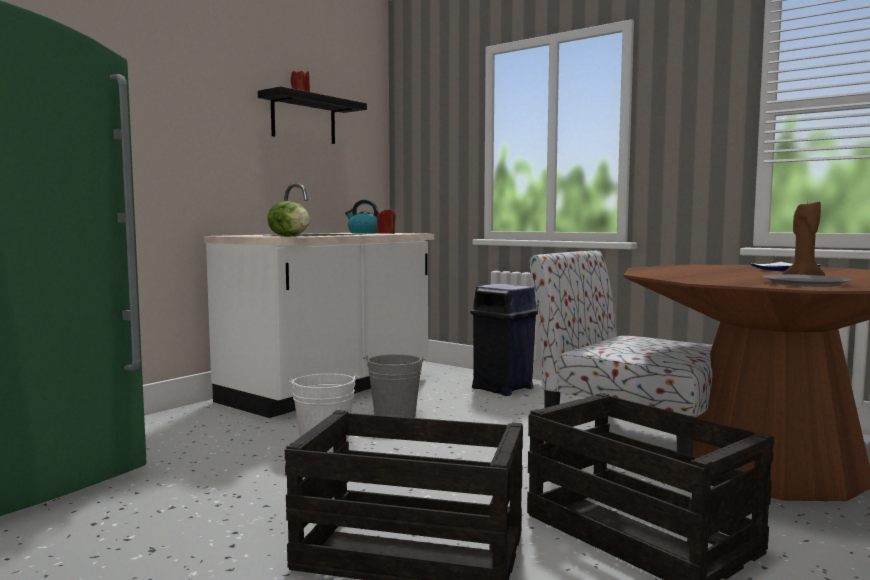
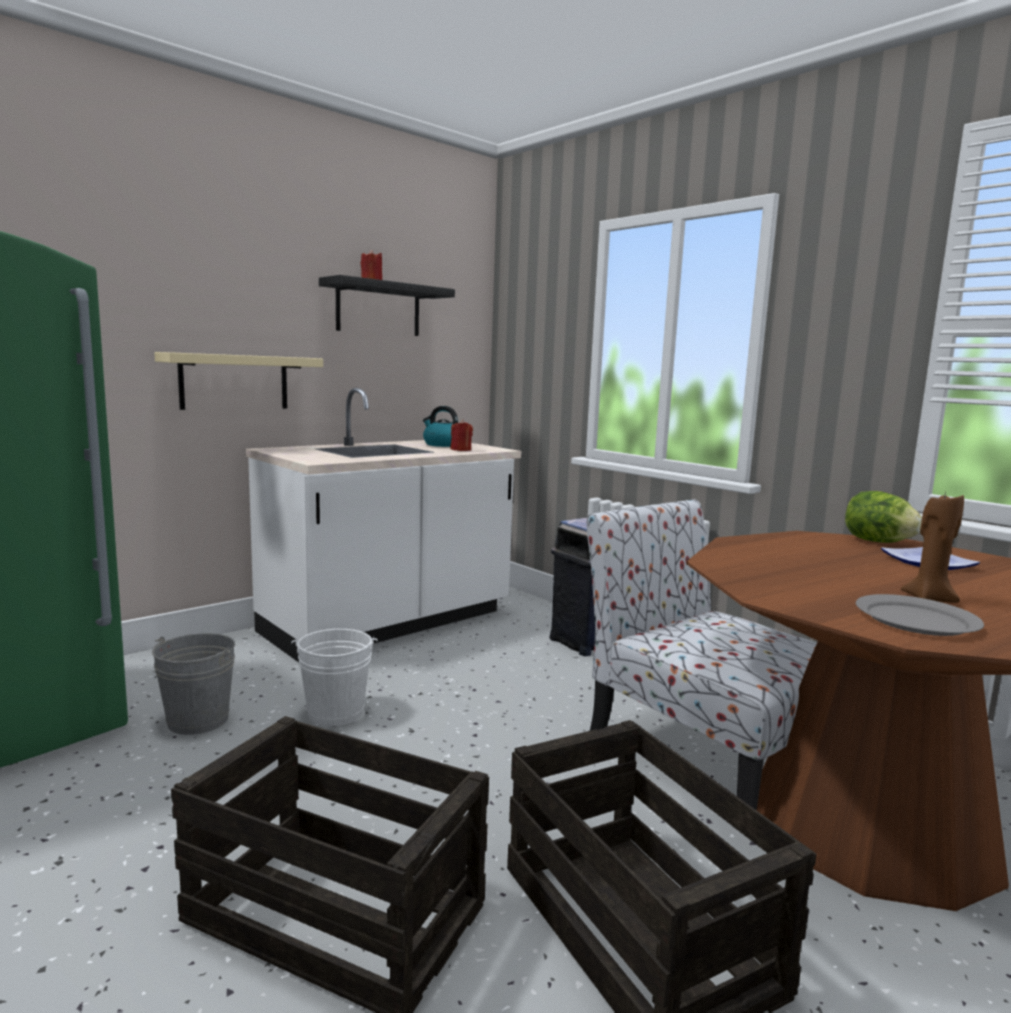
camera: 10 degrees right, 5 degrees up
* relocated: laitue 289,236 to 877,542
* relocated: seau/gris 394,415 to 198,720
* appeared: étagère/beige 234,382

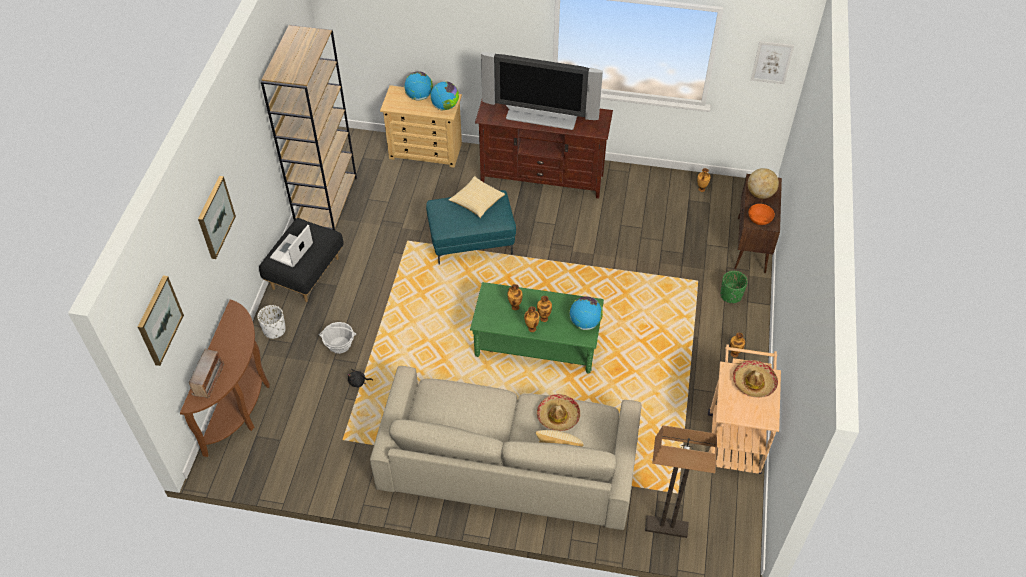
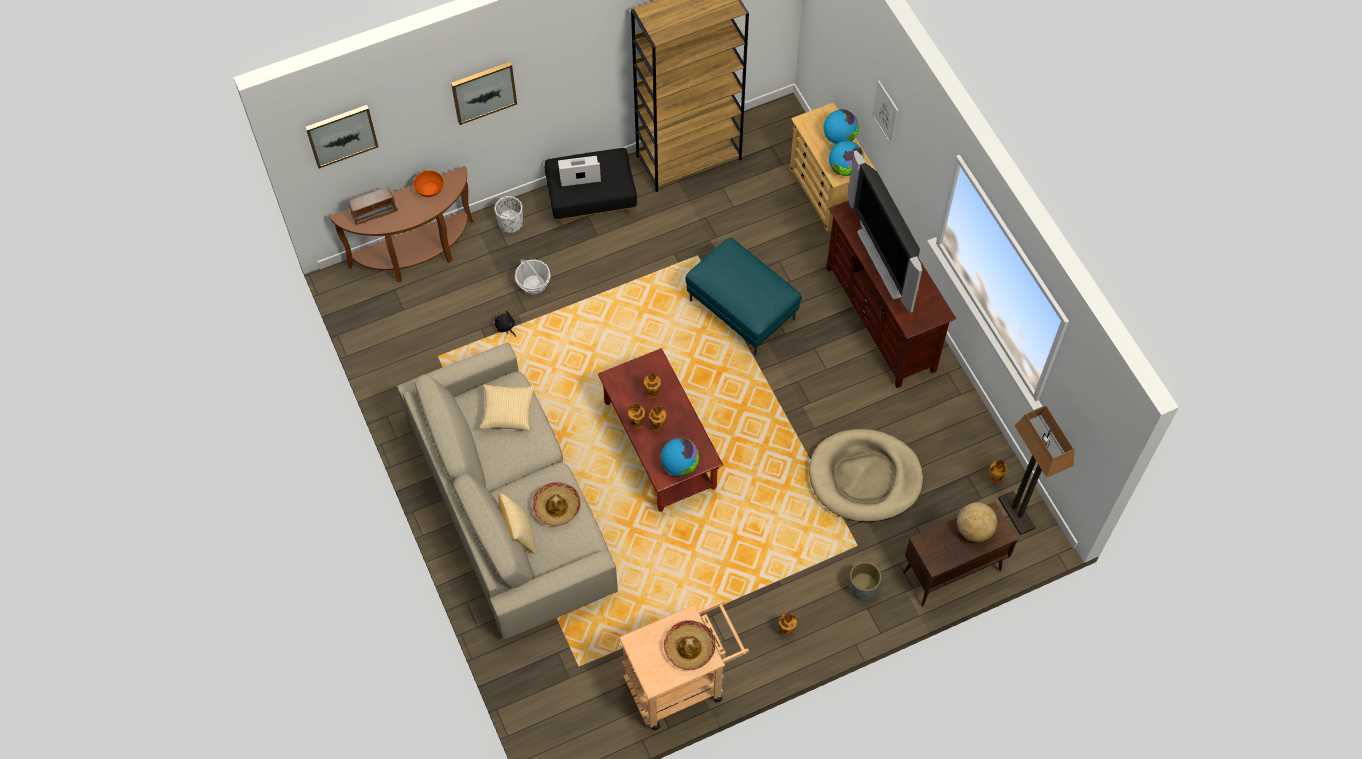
camera: 55 degrees right, 10 degrees up
* relocated: coussin 477,202 to 508,412
* colour: table basse/vert 536,344 to table basse/marron 659,444
* relocated: lampadaire 666,527 to 1015,513
* colour: cache-pot/vert 730,295 to cache-pot/gris 862,588
* relocated: bol/orange 759,220 to 429,189
* relocated: tableau 772,62 to 885,113
* appeared: panier pour chien/beige 865,478

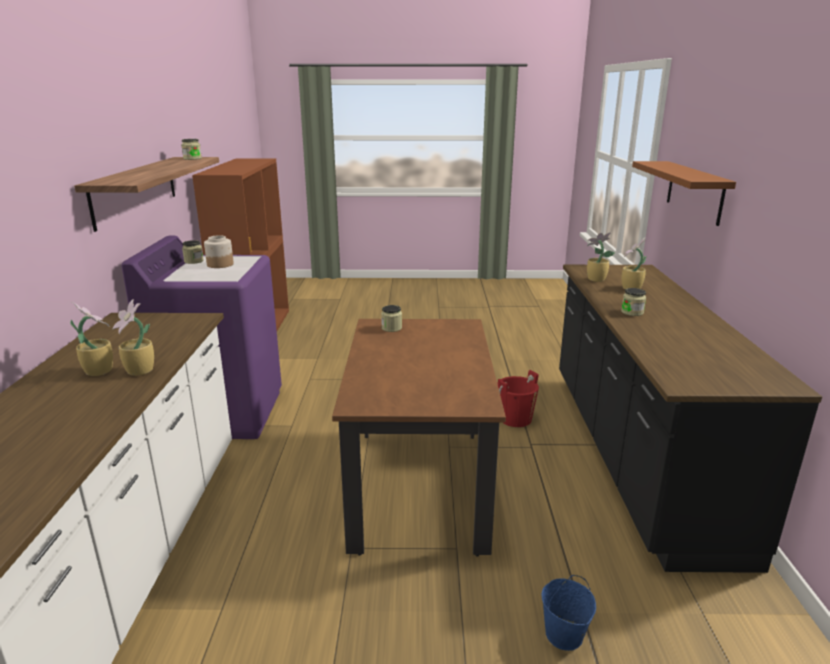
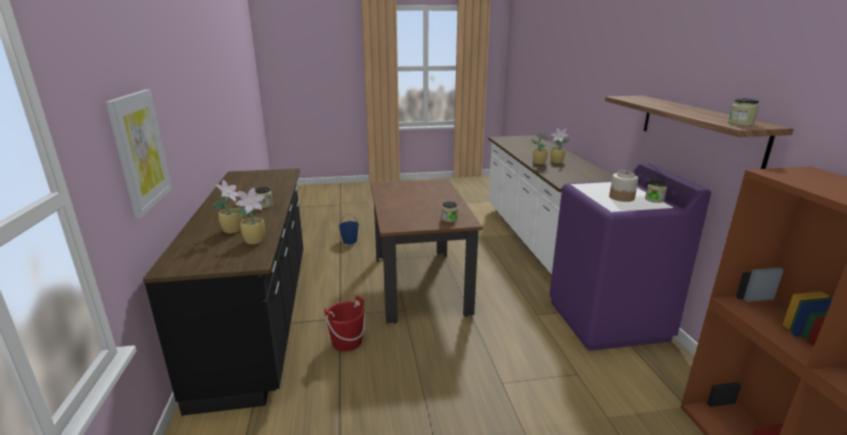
camera: 170 degrees right, 0 degrees up
* exchanged: étagère/marron 694,191 to tableau 140,151

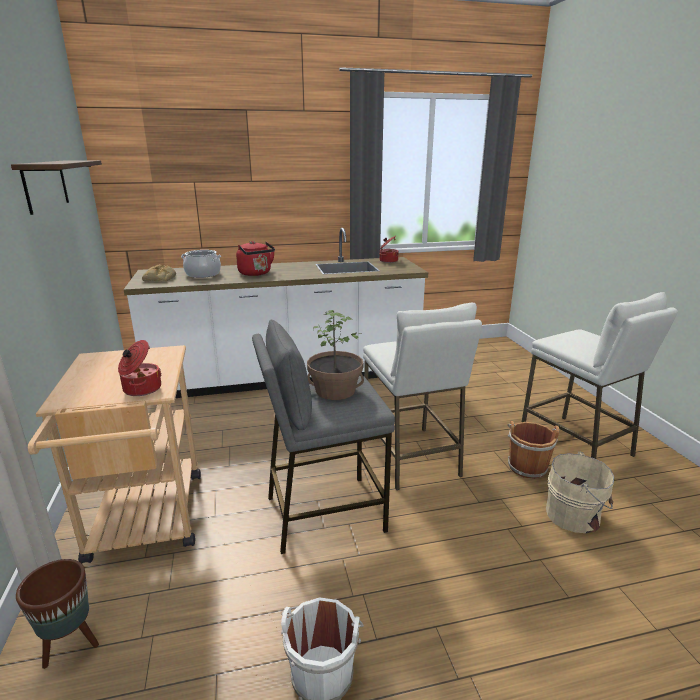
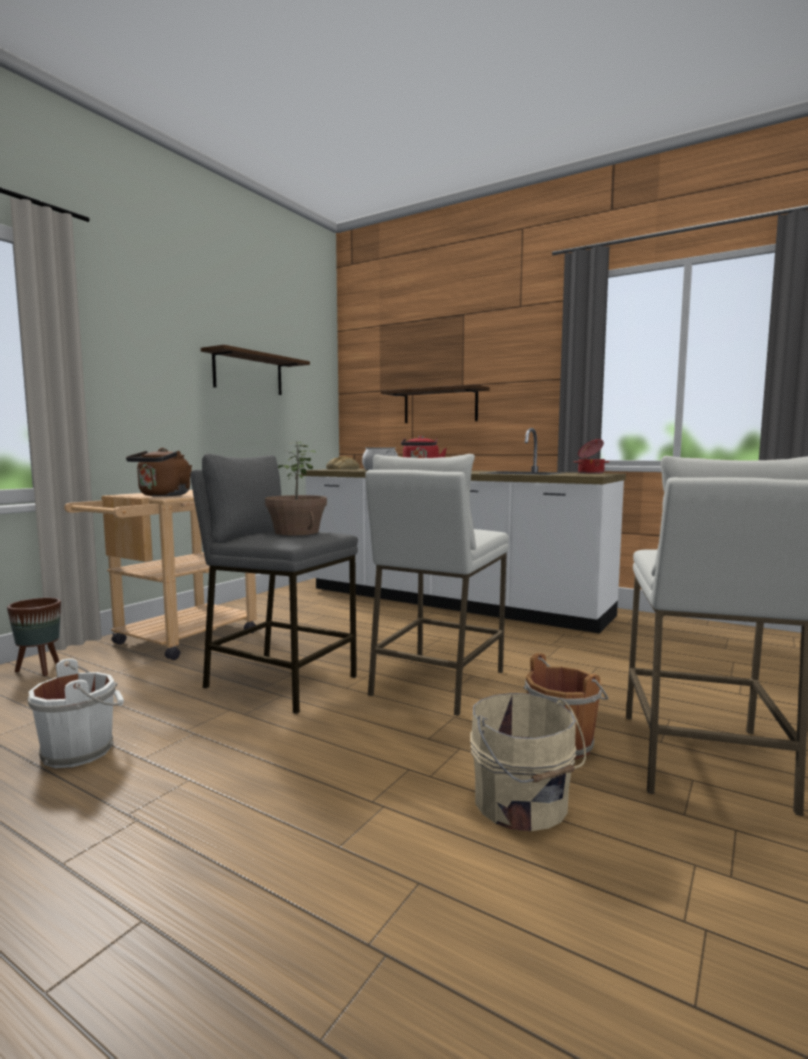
camera: 45 degrees right, 15 degrees down
* exchanged: marmite 141,389 to bouilloire/marron 163,495
* appeared: étagère 440,406

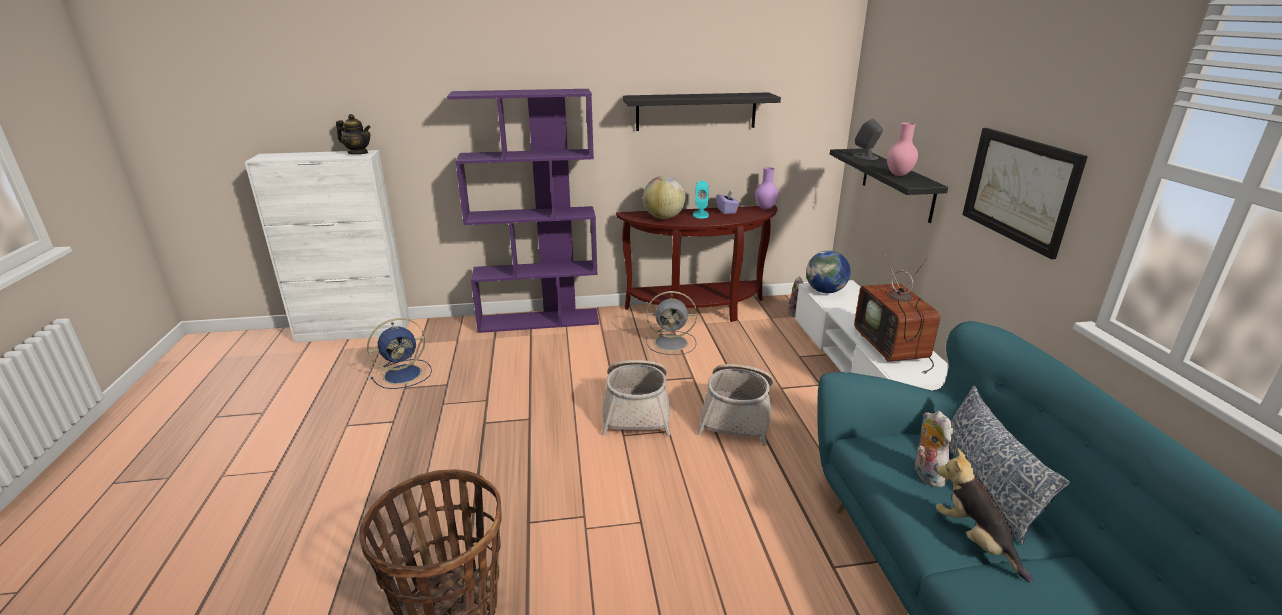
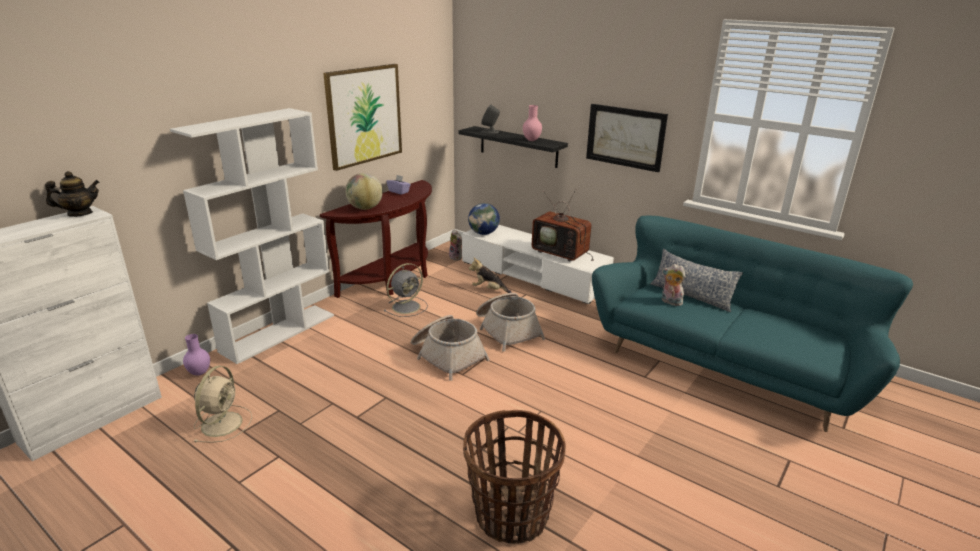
camera: 45 degrees left, 0 degrees up
* colour: ventilateur/bleu 404,374 to ventilateur/beige 223,423
* colour: bibliothèque/violet 539,320 to bibliothèque/blanc 279,332
* exchanged: étagère/noir 696,111 to tableau 364,115
* missing: enceinte/turquoise 700,214
* relocated: vase/violet 765,208 to 199,373
* relocated: peluche 975,540 to 489,289

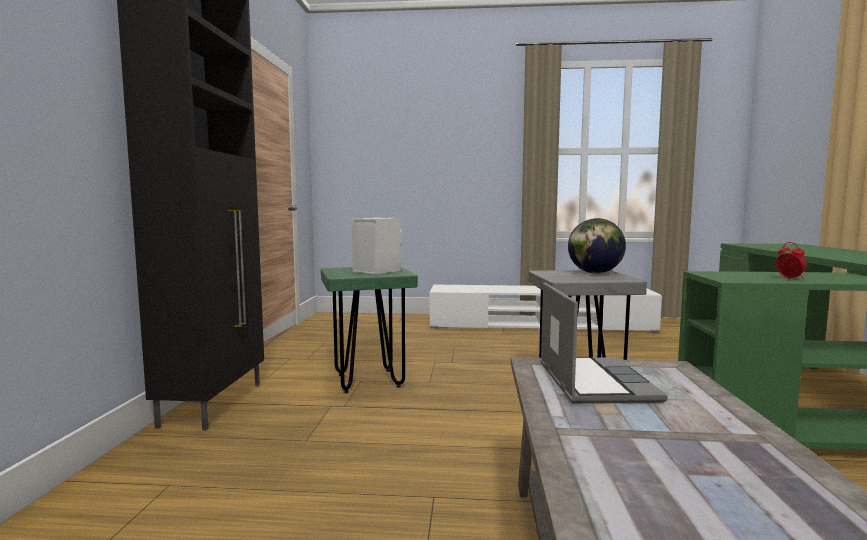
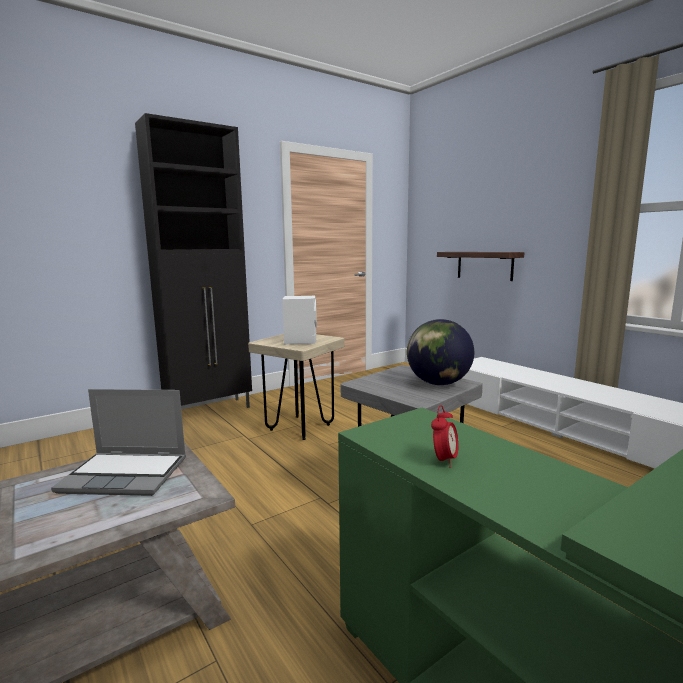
camera: 50 degrees right, 5 degrees up
* colour: tabouret/vert 368,381 to tabouret/beige 299,427
* spun: ordinateur portable 593,382 = 127,474 45 degrees clockwise
* appeared: étagère 484,265

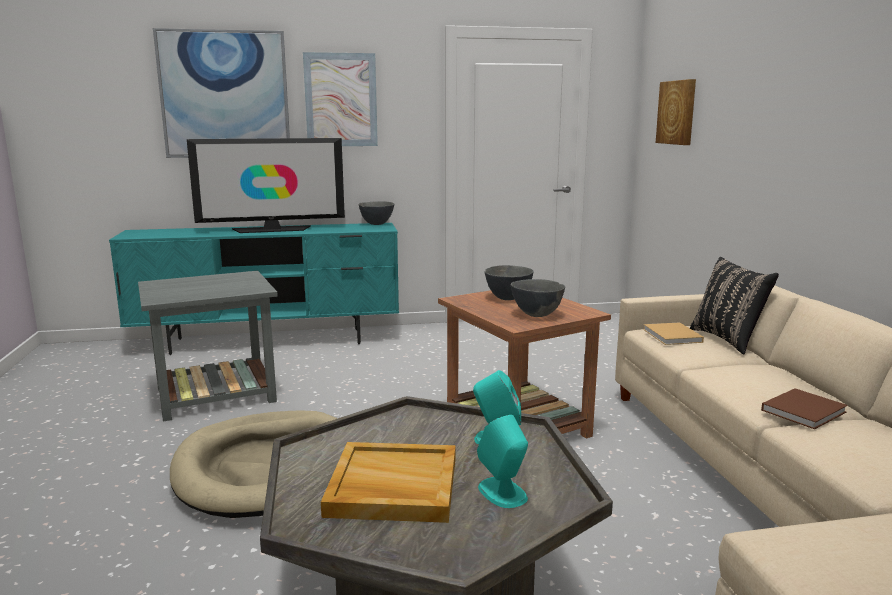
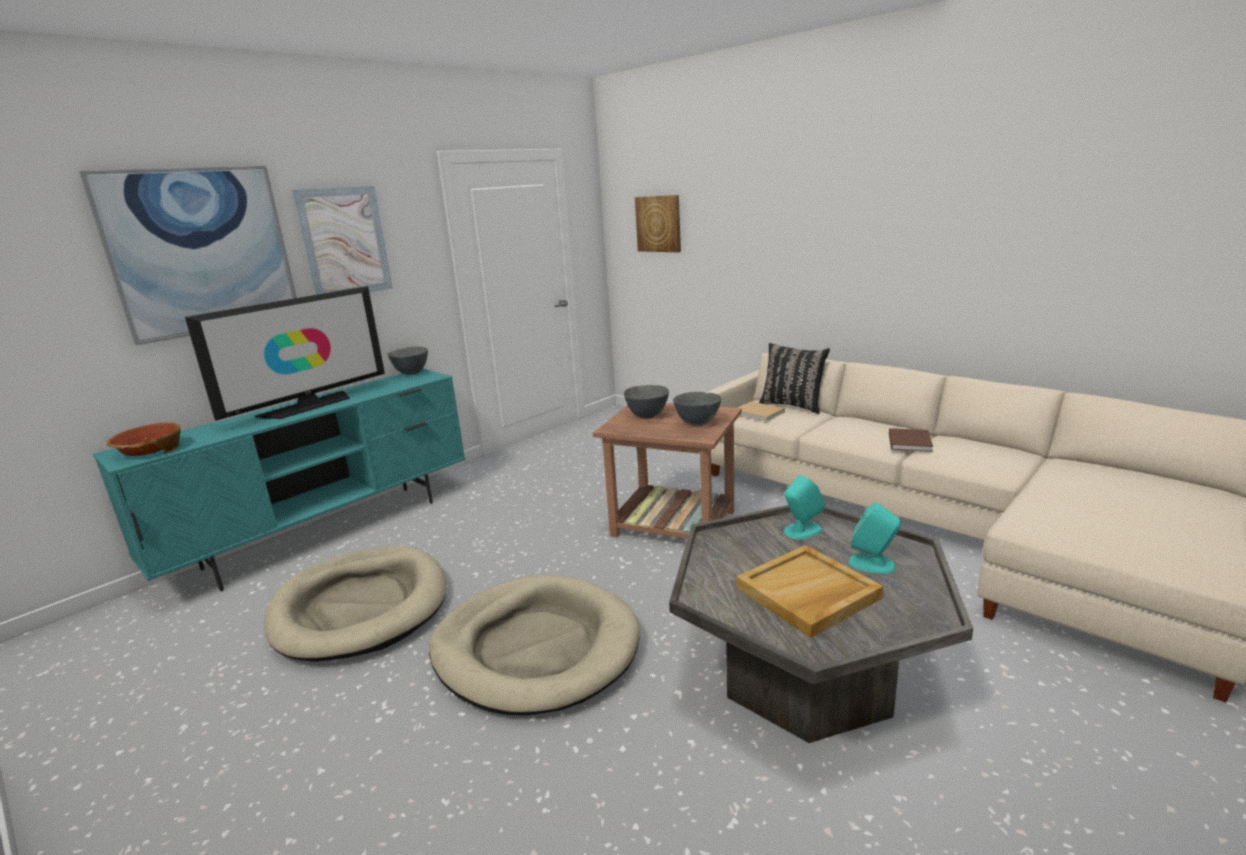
camera: 35 degrees left, 5 degrees up
* exchanged: table d'appoint/gris 217,394 to panier pour chien/beige 361,607
* appeared: bol 149,451

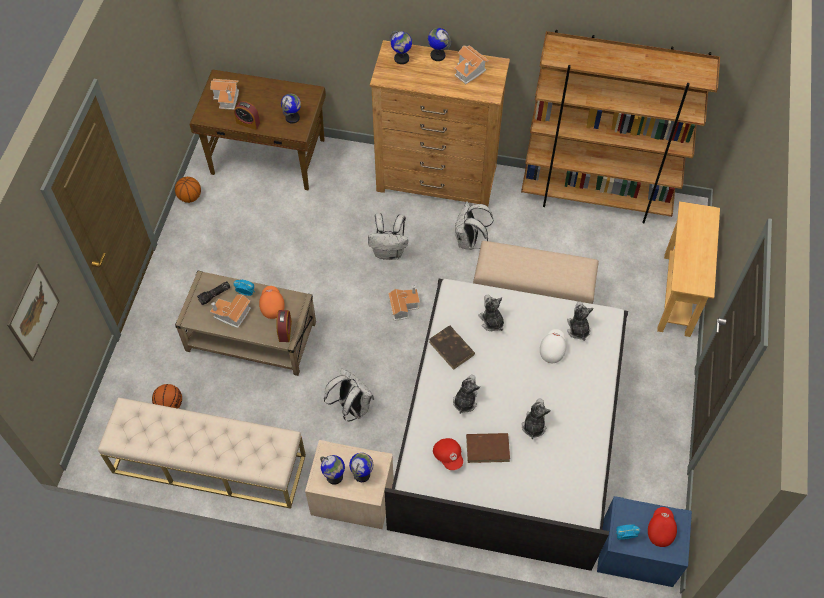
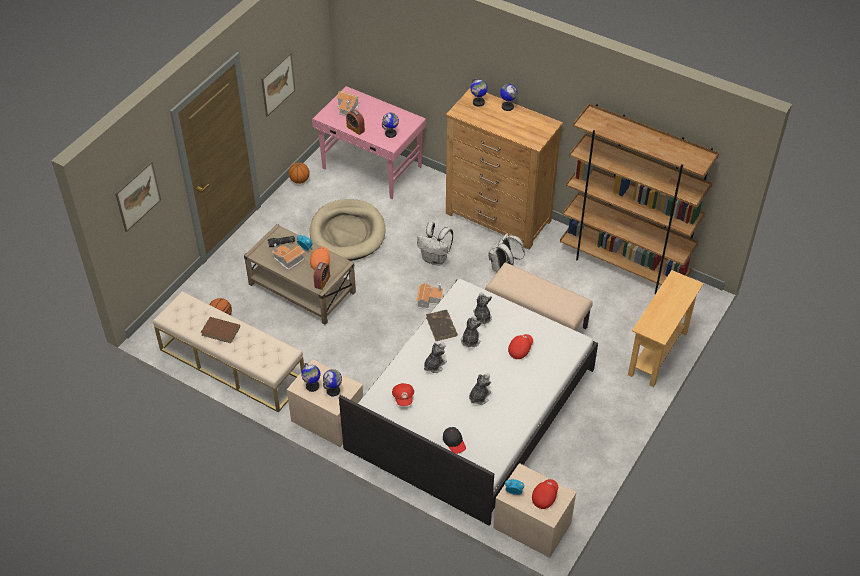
camera: 20 degrees right, 10 degrees down
* colour: bureau/marron 268,158 to bureau/rose 372,168
* missing: sac à dos/blanc 352,407
* missing: maison miniature 469,71
* relocated: livre/marron 488,448 to 221,331
* colour: casquette/blanc 552,349 to casquette/rouge 520,349
* relocated: peluche 578,329 to 470,340
* colour: table de chevet/bleu 636,552 to table de chevet/beige 532,525
* appeared: tableau 278,84
* appeared: panier pour chien/beige 347,233
* appeared: casquette/noir 454,442

